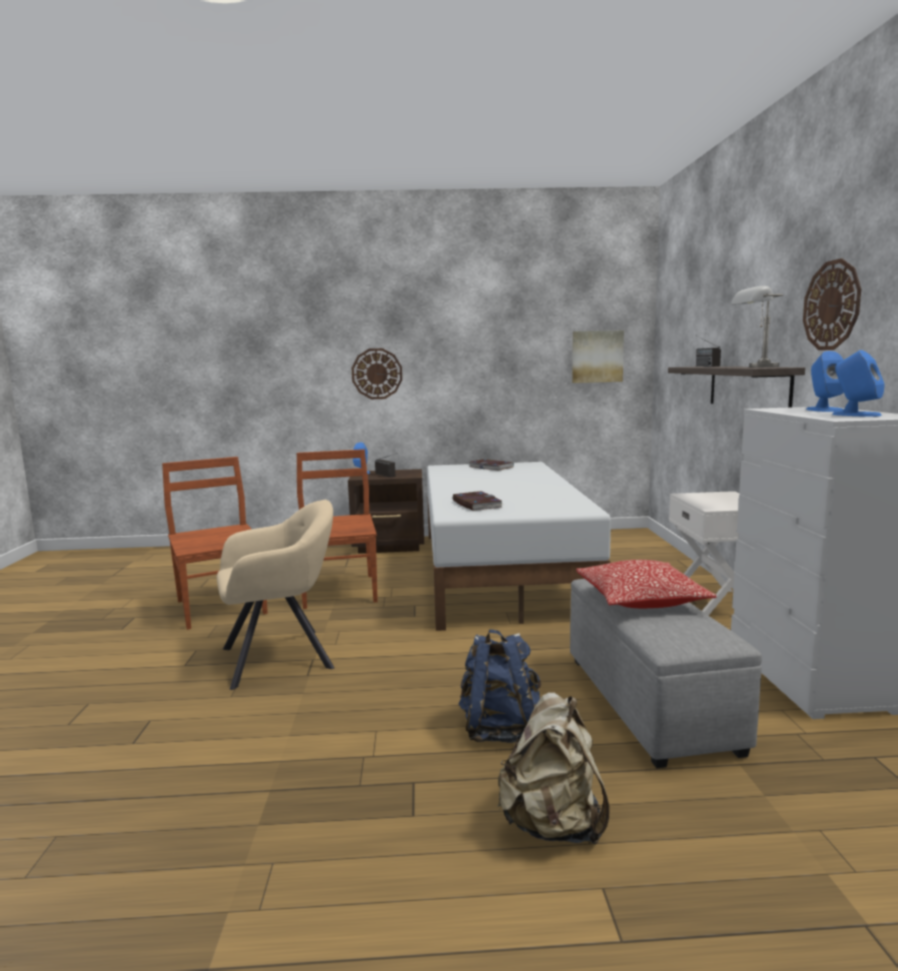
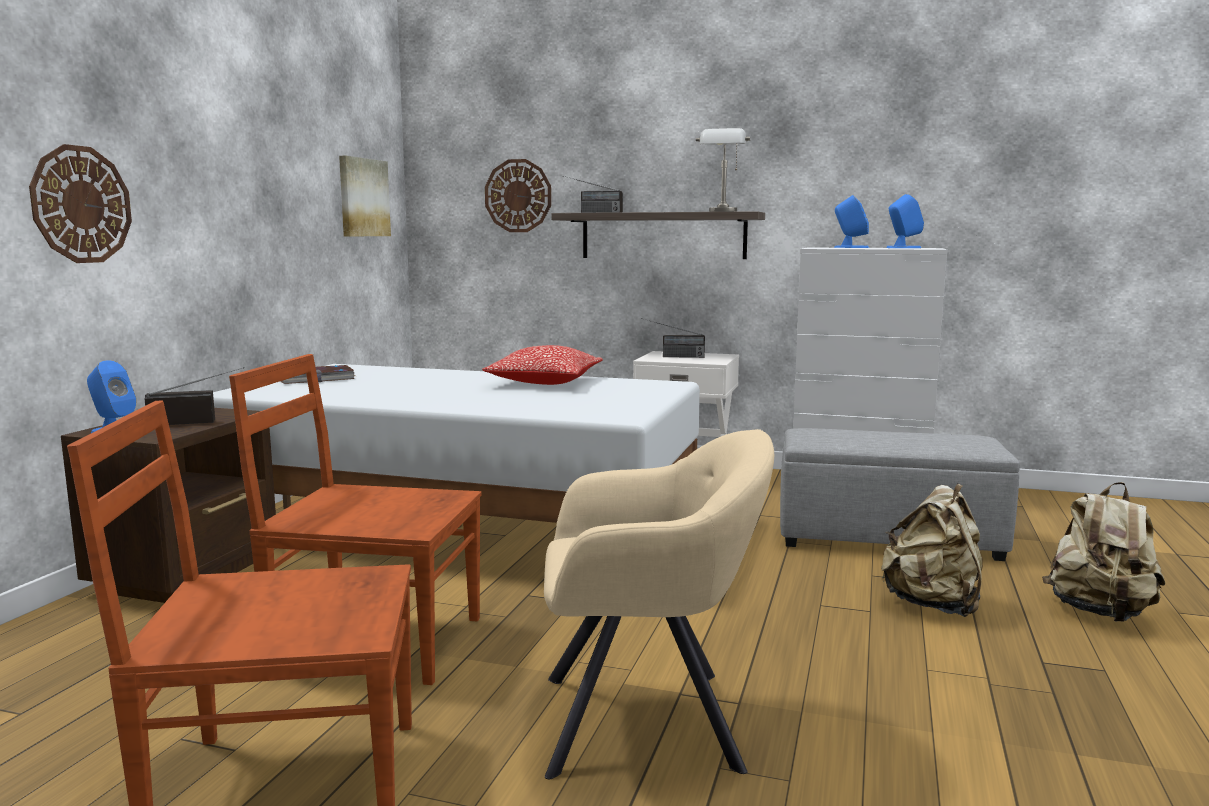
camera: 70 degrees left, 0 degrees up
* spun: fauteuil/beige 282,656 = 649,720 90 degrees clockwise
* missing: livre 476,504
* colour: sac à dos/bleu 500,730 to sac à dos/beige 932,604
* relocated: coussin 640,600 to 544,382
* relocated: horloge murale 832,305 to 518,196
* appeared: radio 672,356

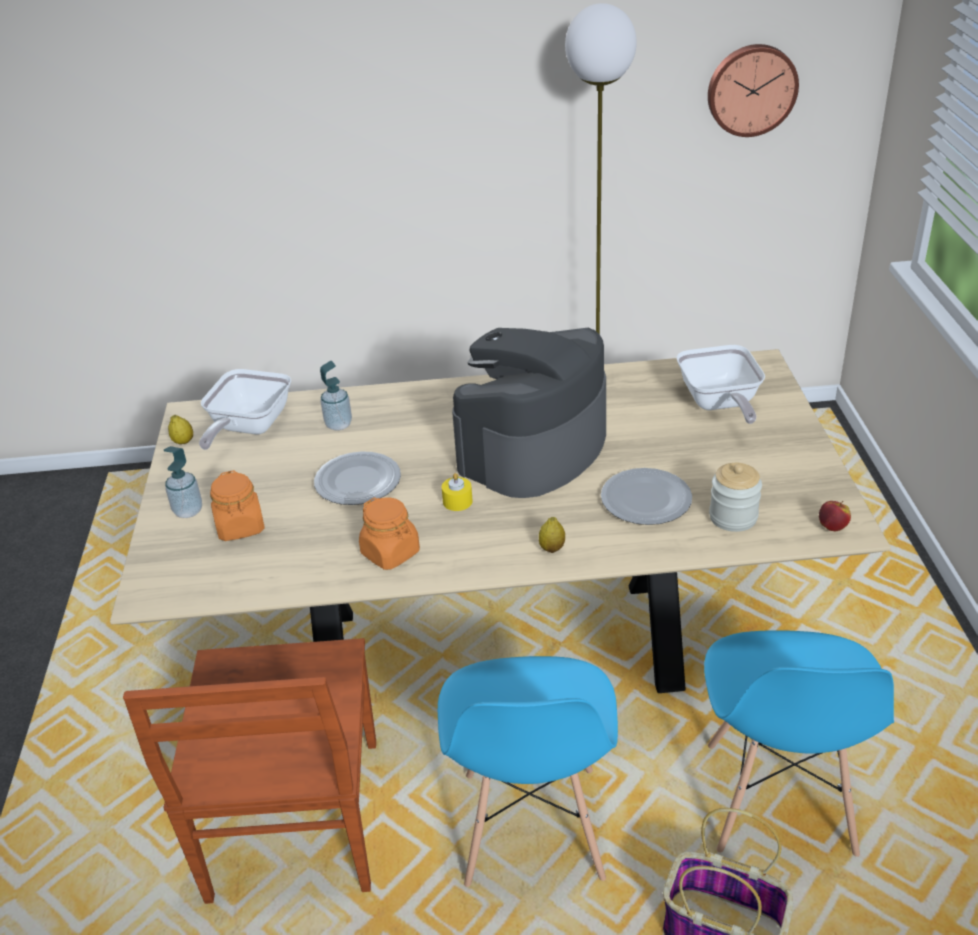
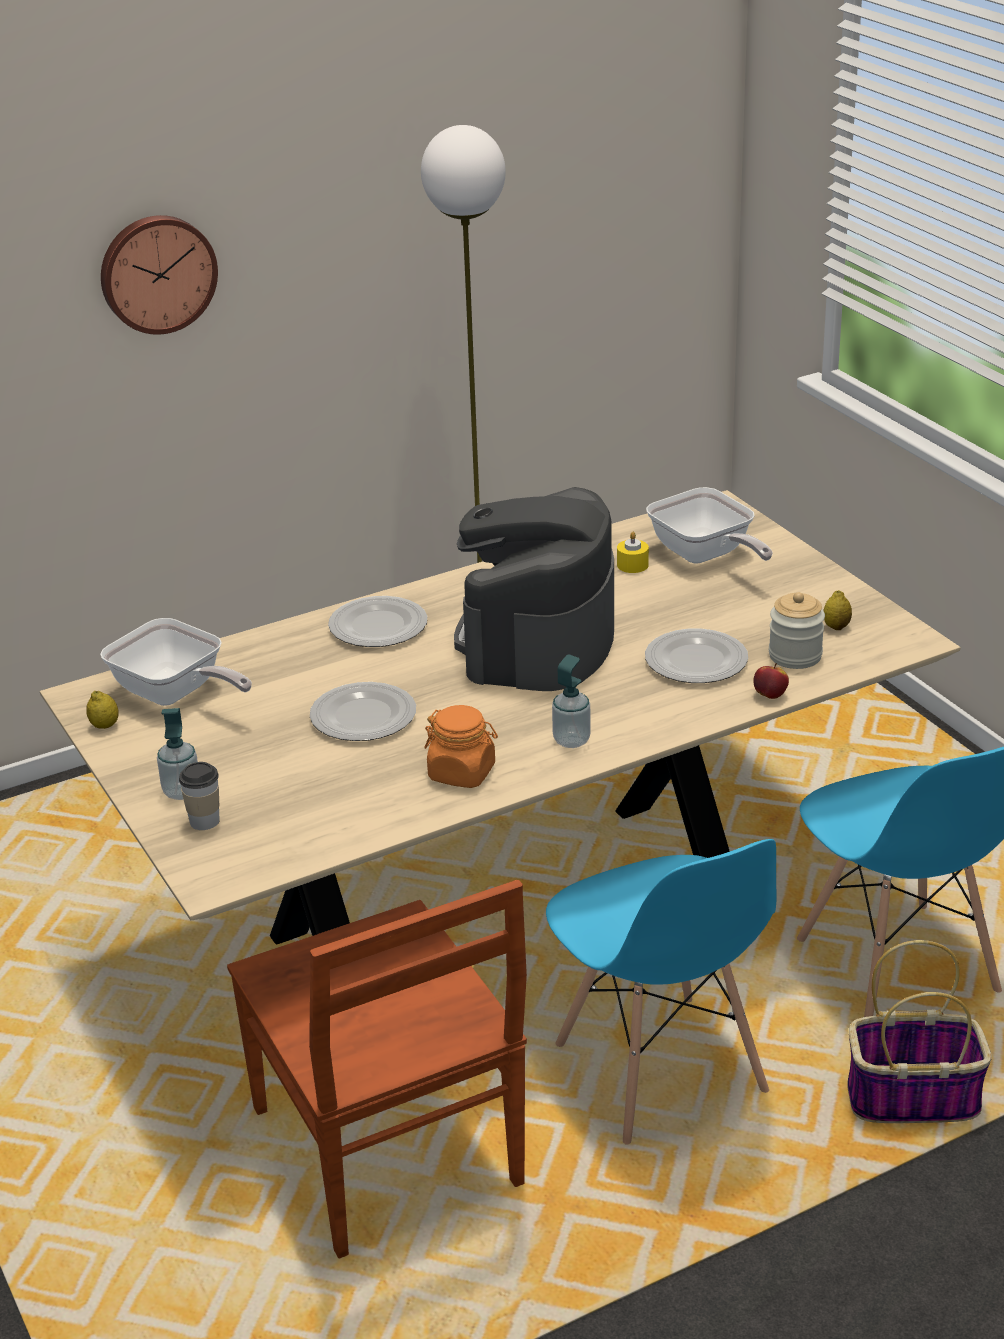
camera: 25 degrees left, 5 degrees down
* spun: poêle 247,428 = 175,694 45 degrees counterclockwise
* missing: bocal/orange 240,527
* relocated: distributeur de savon 338,424 to 571,740
* relocated: bougie/jaune 457,501 to 632,565
* relocated: citron 552,548 to 836,627
* relocated: horloge murale 751,89 to 157,273
* relocated: pomme 832,527 to 770,695
* appeared: tasse 204,821
* appeared: assiette 377,625

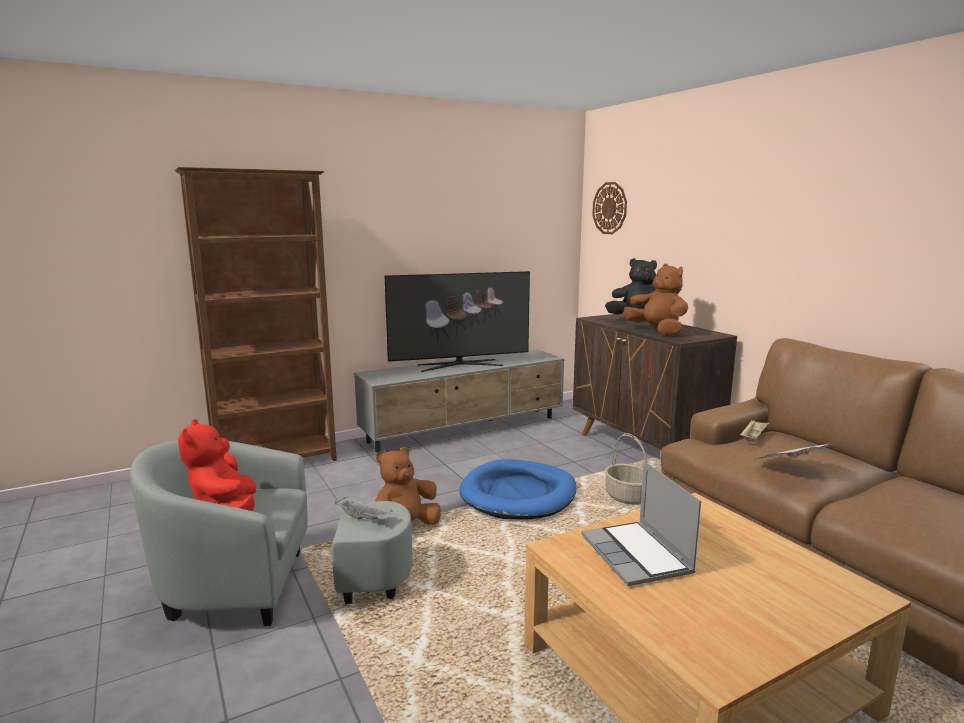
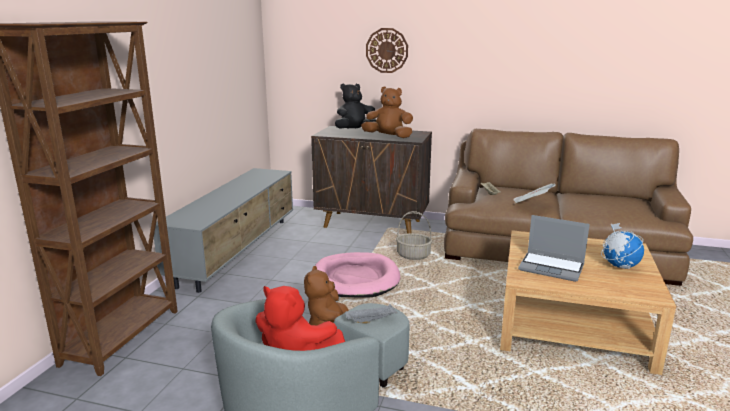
camera: 45 degrees left, 5 degrees up
* missing: téléviseur 459,365
* colour: panier pour chien/bleu 518,494 to panier pour chien/rose 356,279
* relocated: horloge murale 609,208 to 387,50
* appeared: globe 619,266

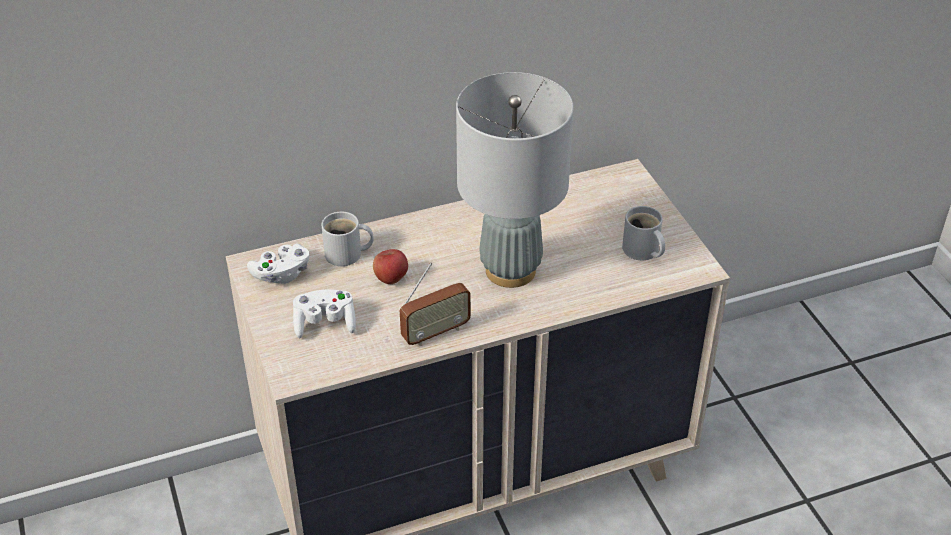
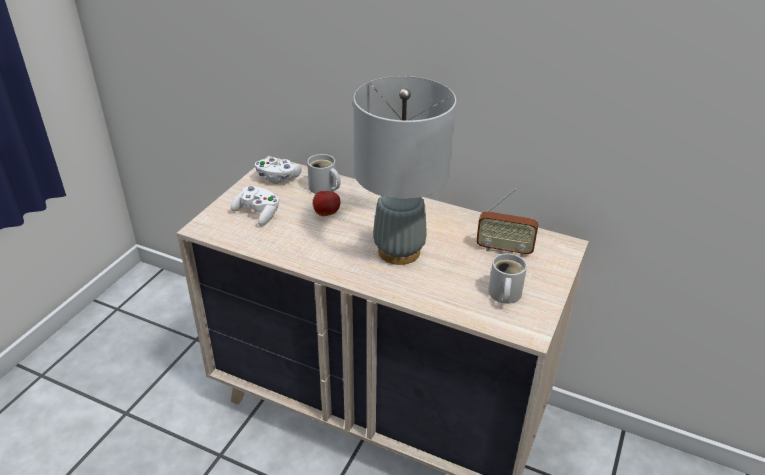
camera: 45 degrees right, 5 degrees down
* relocated: radio 435,333 to 504,249

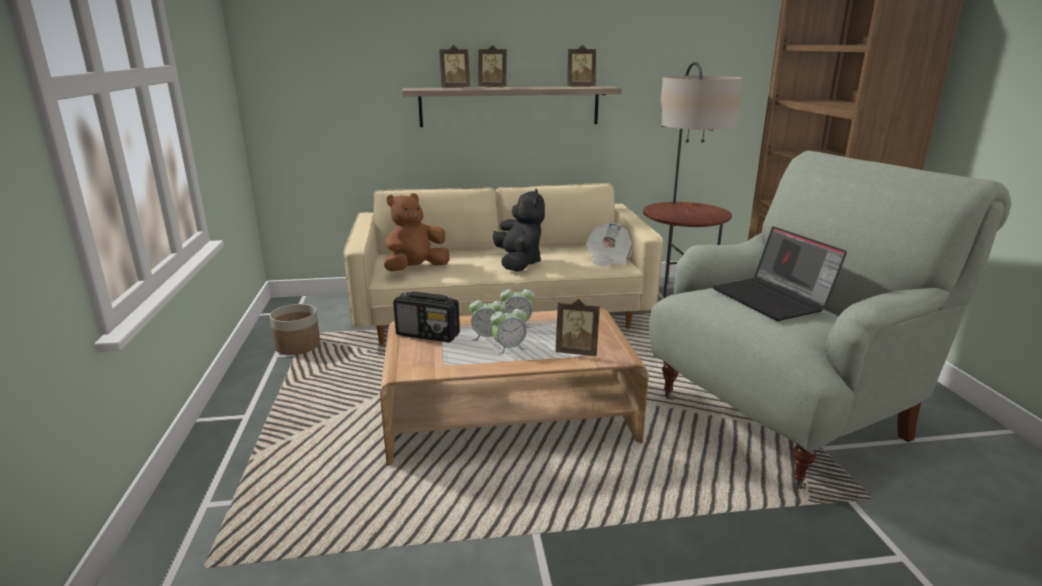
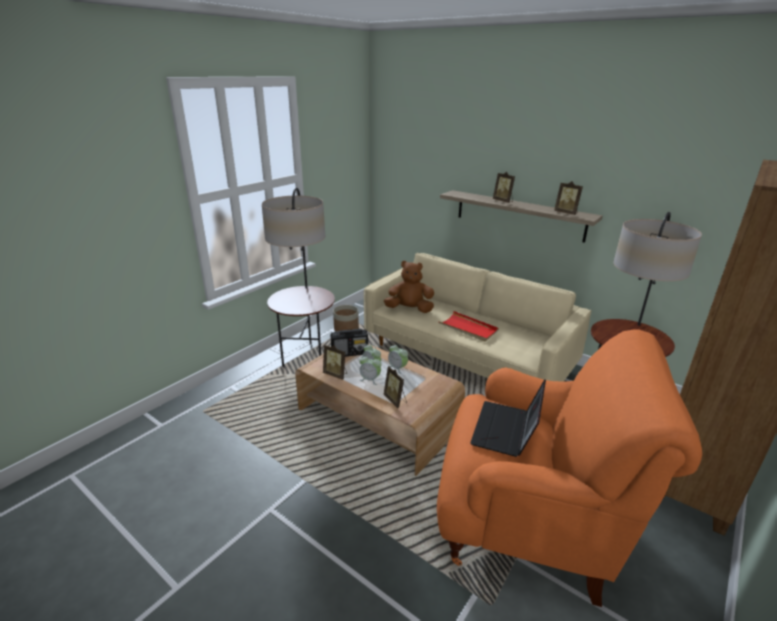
camera: 45 degrees right, 5 degrees up
* spun: radio 428,335 = 350,353 75 degrees counterclockwise
* relocated: cadre photo 455,88 to 336,374
* exchanged: peluche/noir 518,263 to plateau/rouge 468,328
* missing: journal 608,258
* colour: fauteuil/gris 784,417 to fauteuil/orange 529,523
* appeared: lampadaire 306,357

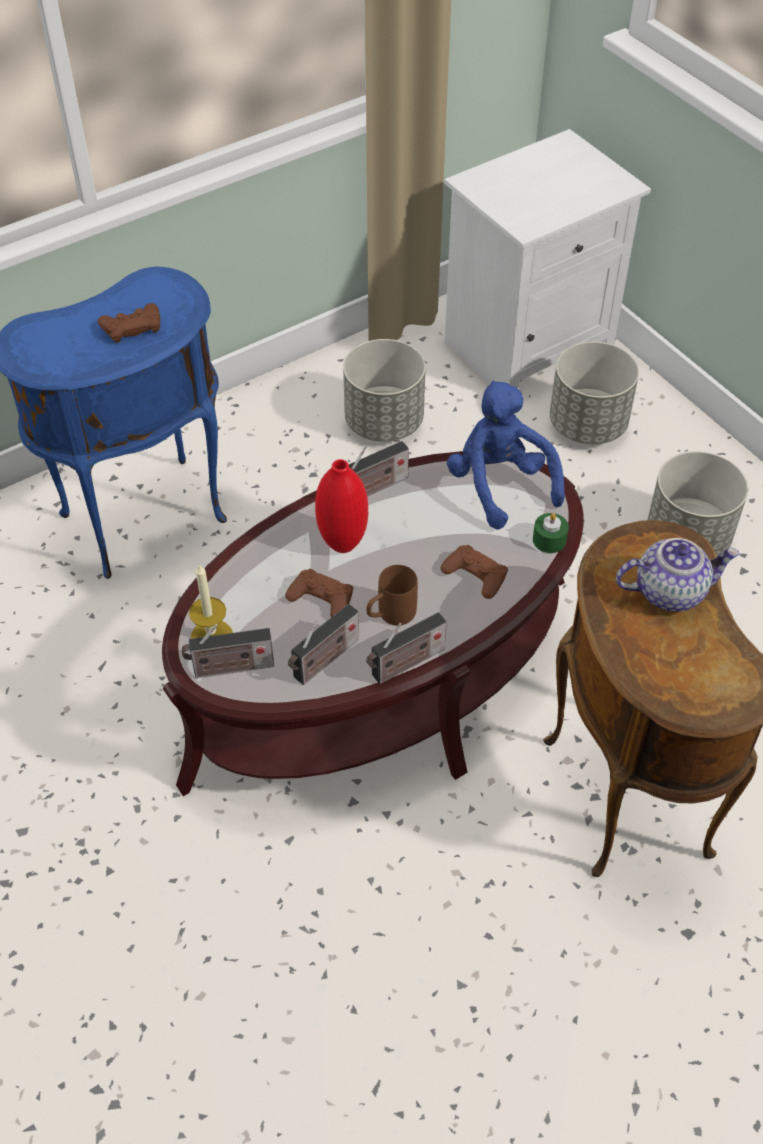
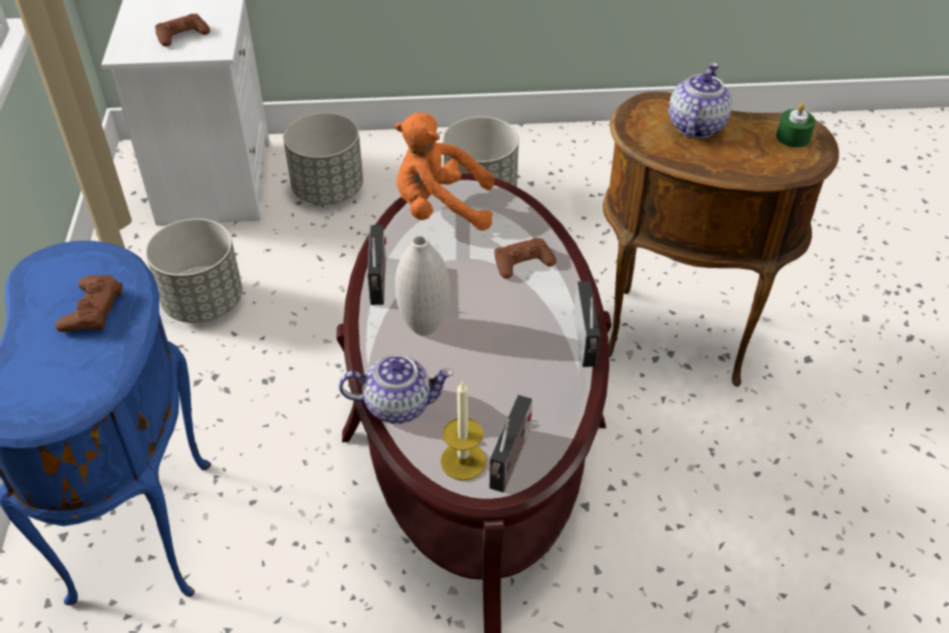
camera: 60 degrees left, 5 degrees down
* relocated: manette/marron 321,598 to 182,35
* missing: radio 324,661
* colour: vase/rouge 343,543 to vase/blanc 424,326
* missing: mug/marron 390,615
* colour: peluche/bleu 500,485 to peluche/orange 440,209
* relocated: bougie/vert 549,540 to 793,137
* appeared: théière 398,405

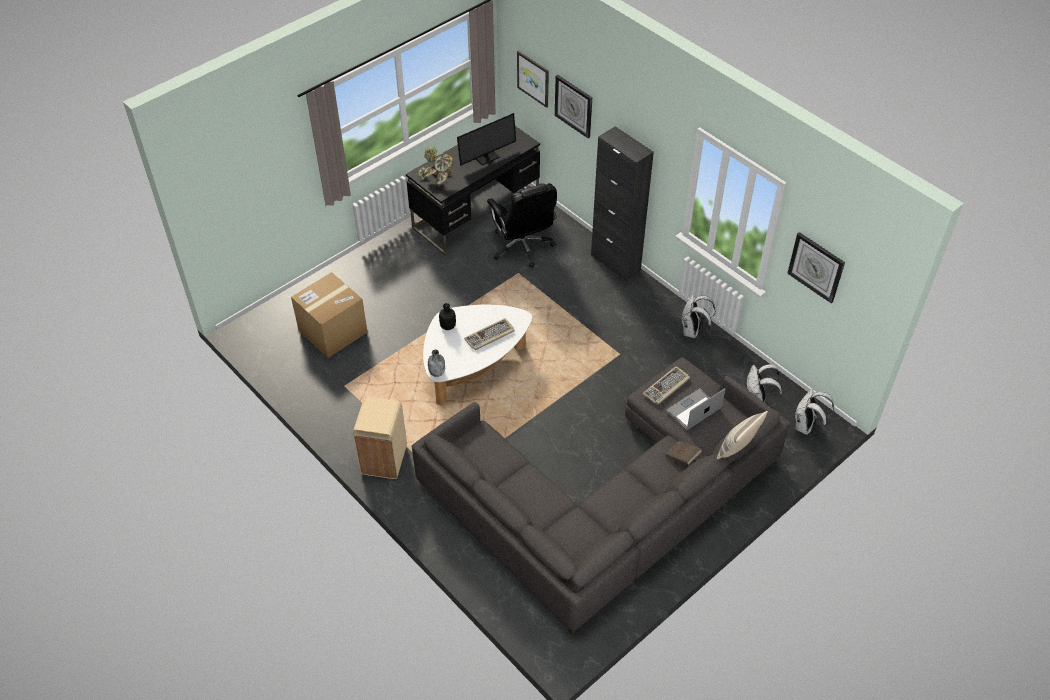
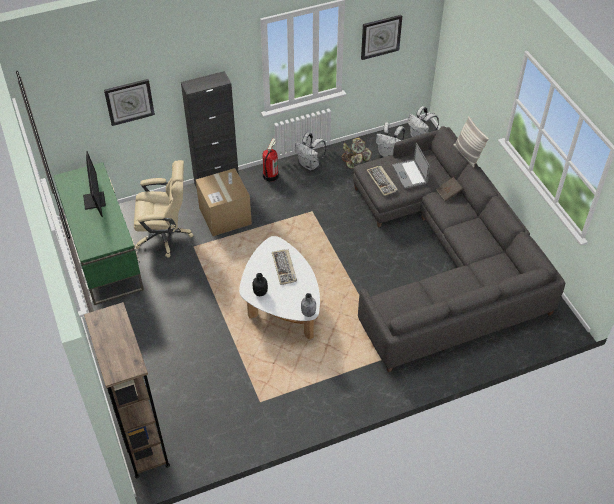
camera: 70 degrees left, 0 degrees up
* relocated: carton 333,331 to 225,216
* missing: poubelle/beige 383,460
* colour: bureau/noir 476,213 to bureau/vert 104,254
* relocated: plante en pot 437,177 to 355,160
* colour: chaise de bureau/noir 522,247 to chaise de bureau/beige 165,235
* missing: tableau 533,78
* appeared: bibliothèque/marron 142,439
* appeared: extincteur 270,175

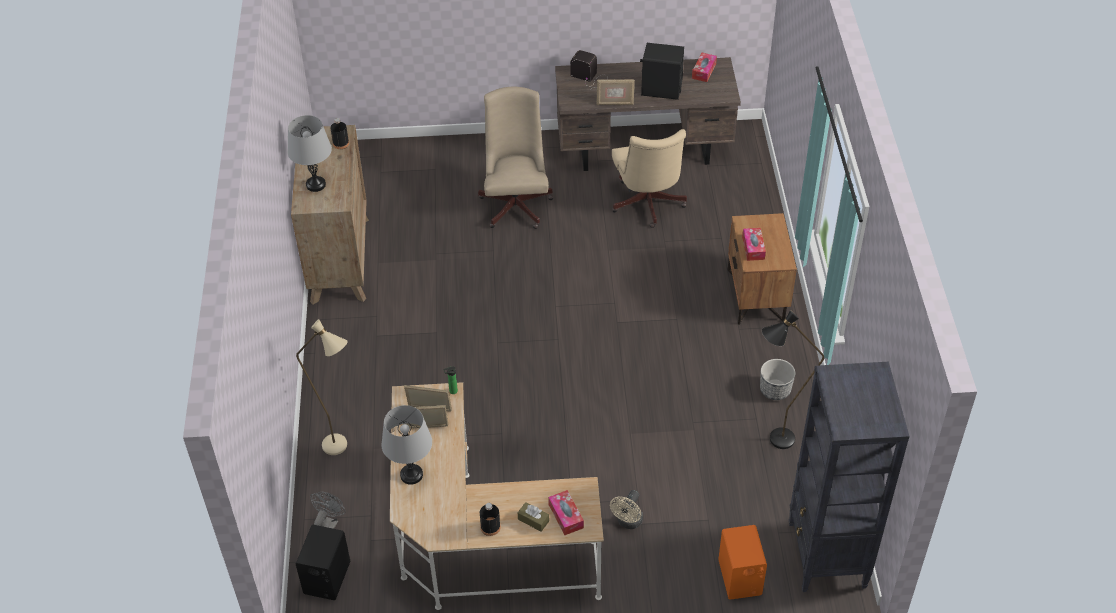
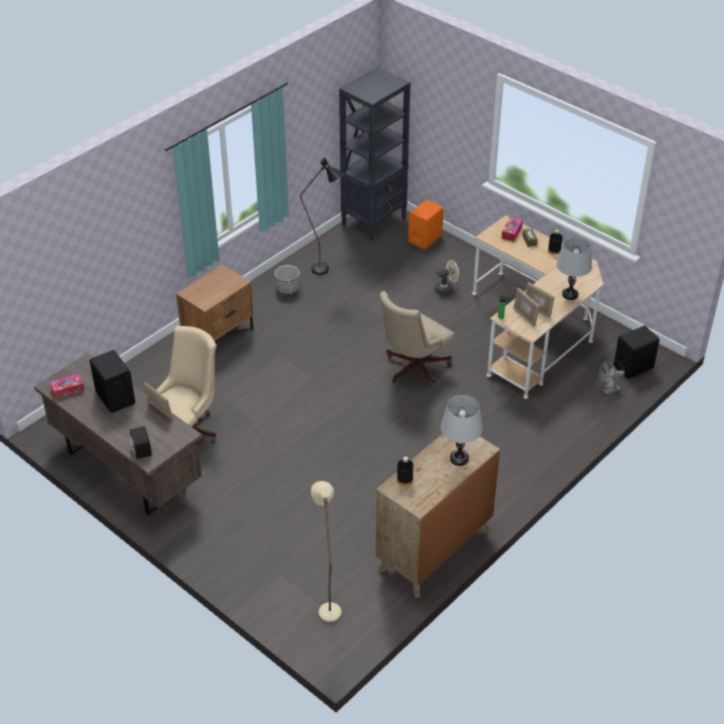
camera: 135 degrees left, 5 degrees down
* relocated: lampadaire/beige 342,449 to 328,606
* relocated: chaise de bureau/beige 516,202 to 413,369
* missing: boîte à mouchoirs 753,248

